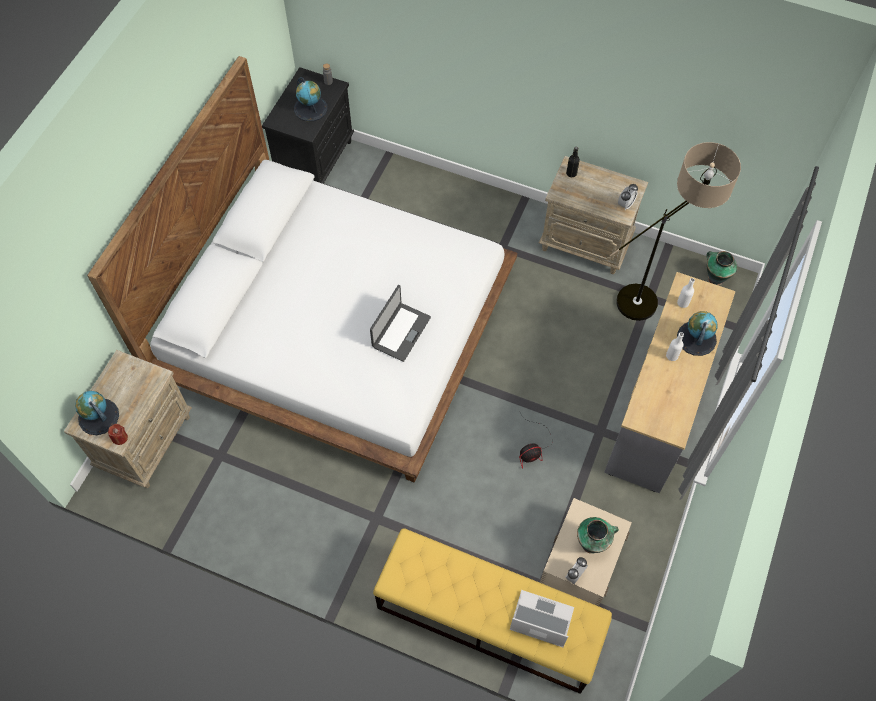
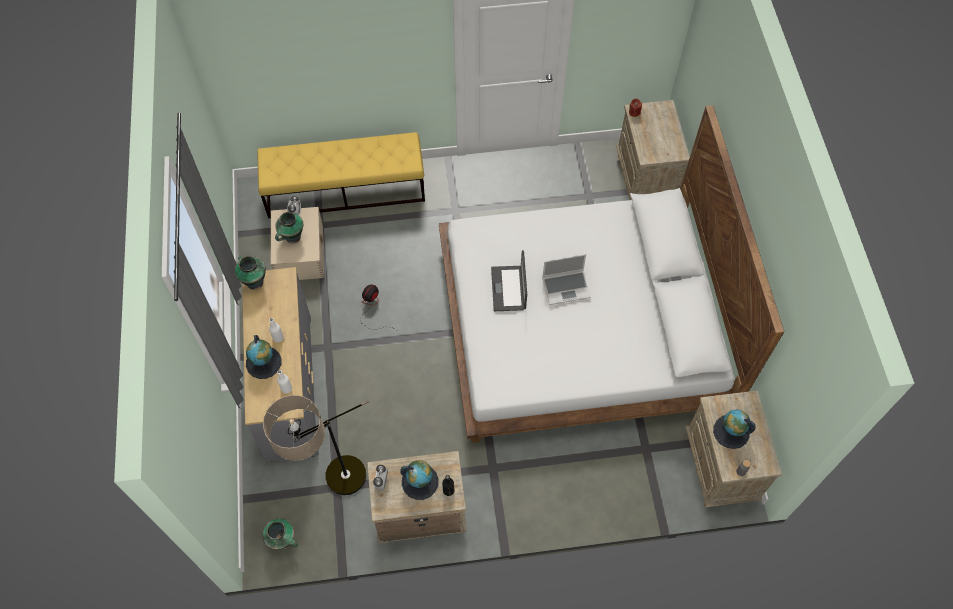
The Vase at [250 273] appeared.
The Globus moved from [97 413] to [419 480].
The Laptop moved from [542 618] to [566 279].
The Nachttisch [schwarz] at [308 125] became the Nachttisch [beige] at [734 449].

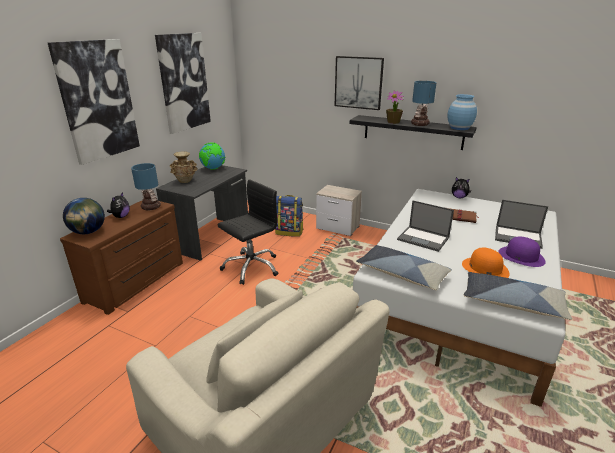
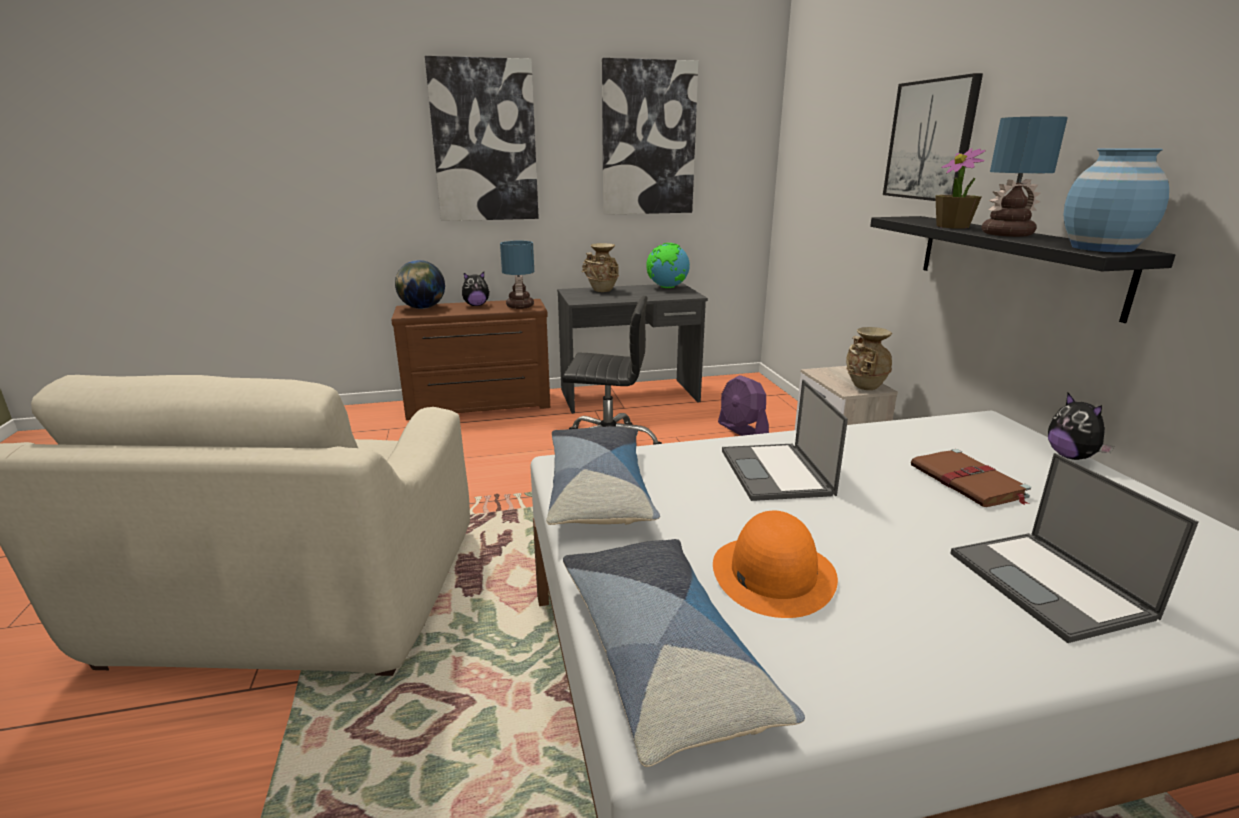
The Rucksack at [289 216] was replaced by the Ventilator [lila] at [743 405].
The Vase [beige] at [869 358] appeared.
The Hut [lila] at [522 252] disappeared.

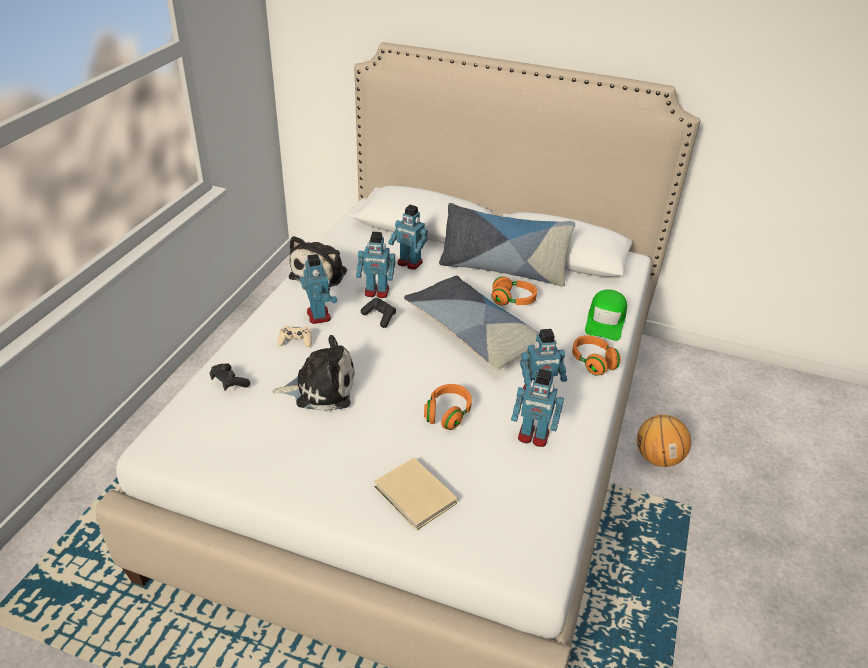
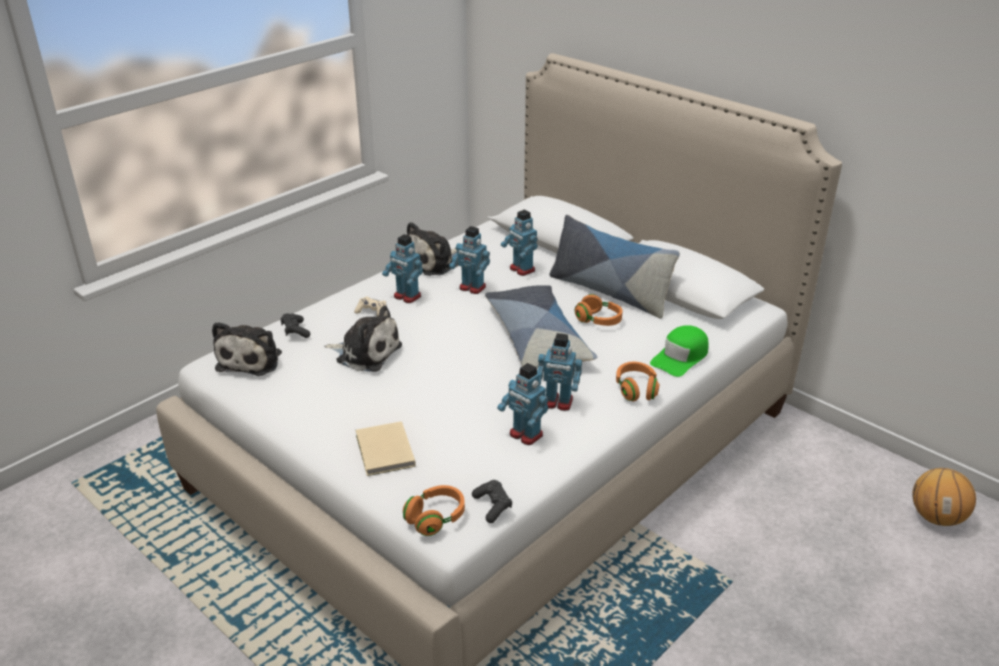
The Plüschtier at [247 349] appeared.
The Spielzeugroboter at [318 289] turned 120 degrees clockwise.
The Kopfhörer [orange] moved from [448 407] to [434 510].
The Gamepad [schwarz] moved from [378 313] to [492 501].
The Basketball moved from [664 441] to [944 497].

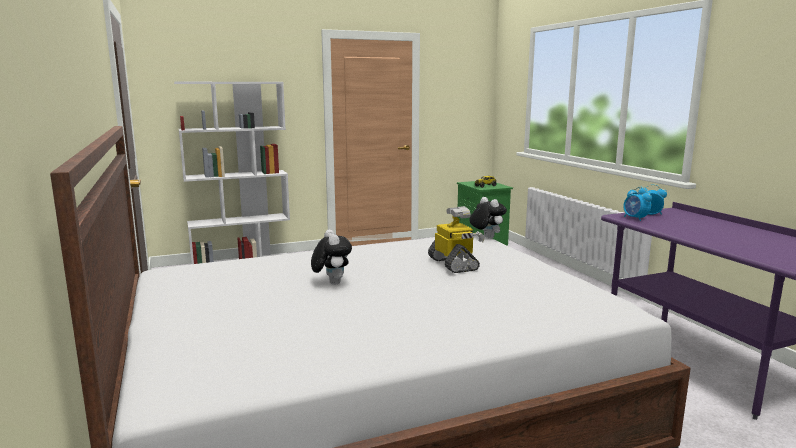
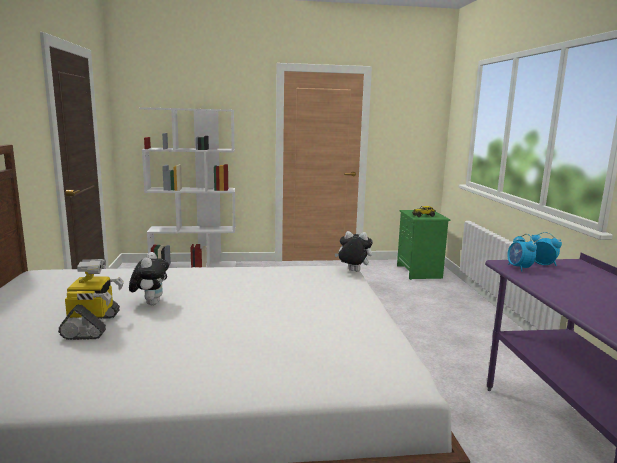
The Spielzeugroboter moved from [456 239] to [91 299].
The Plüschtier at [488 218] turned 60 degrees counterclockwise.

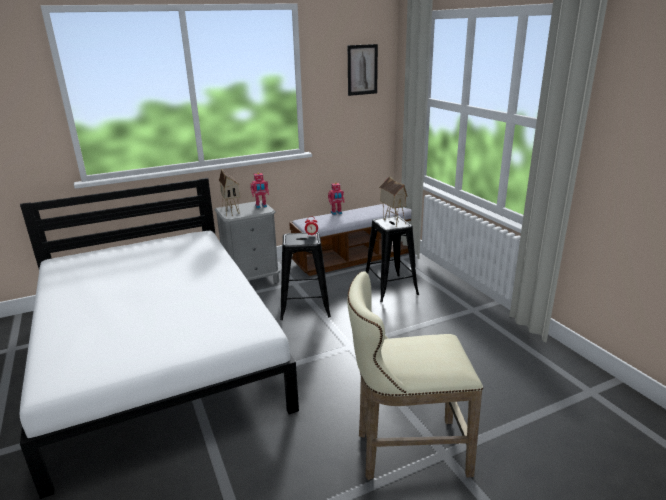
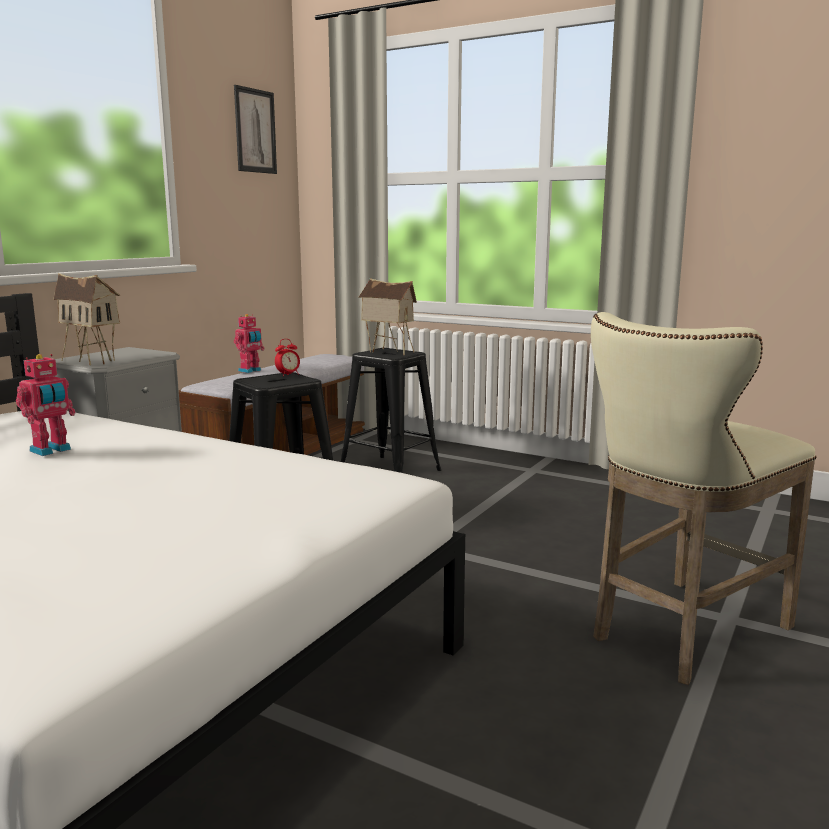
The Spielzeugroboter moved from [260 190] to [45 405].

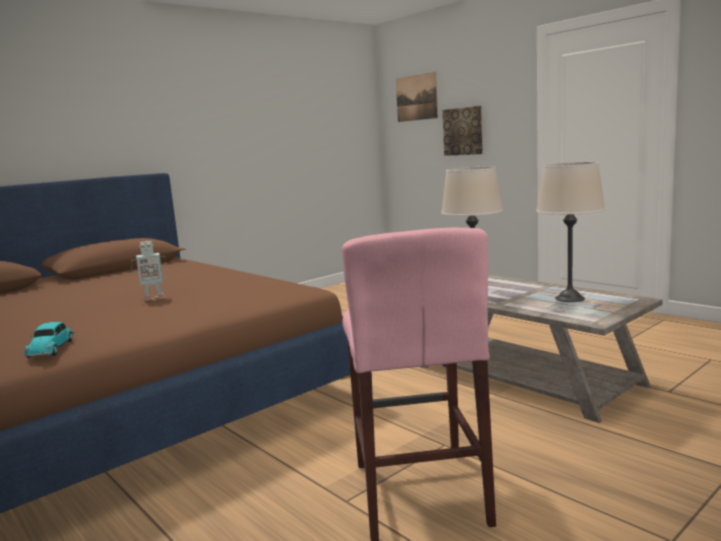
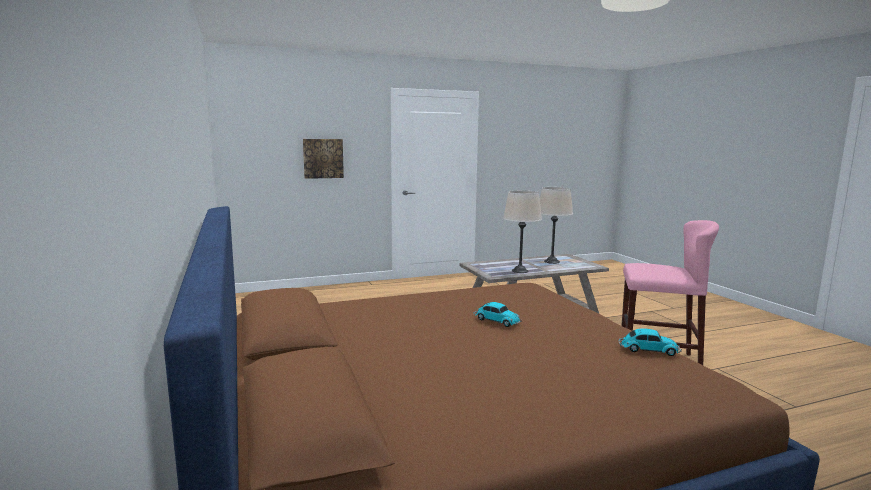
The Spielzeugroboter at [149 271] was replaced by the Spielzeugauto at [497 314].
The Bild at [417 97] disappeared.

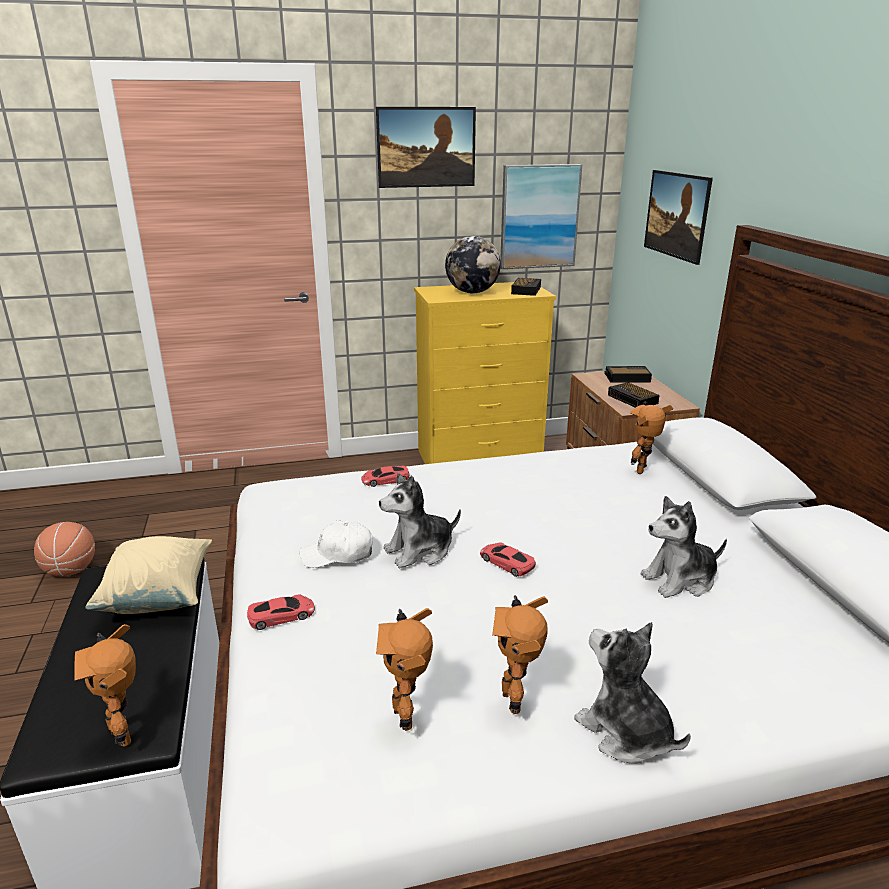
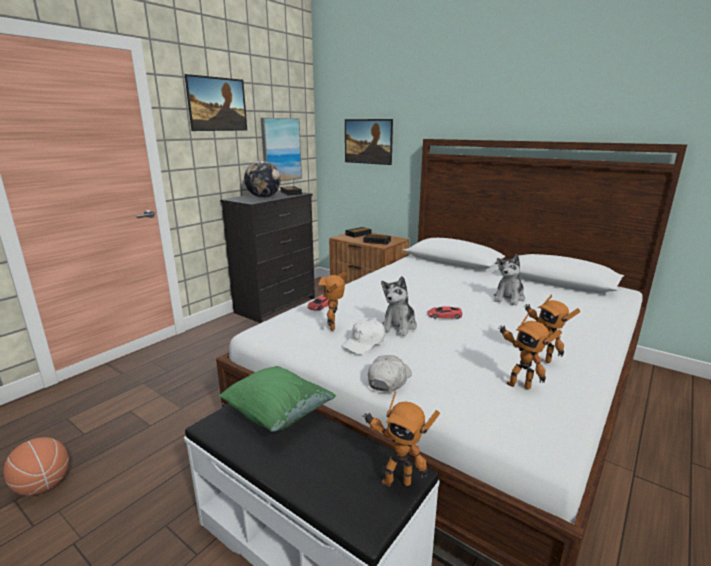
The Kissen [beige] at [148 575] became the Kissen [grün] at [277 399].
The Kommode [gelb] at [485 373] became the Kommode [schwarz] at [267 256].
The Spielzeugroboter moved from [651 439] to [332 301].
The Spielzeugauto [rot] at [281 612] was replaced by the Kappe [weiß] at [390 373].
The Plüschtier at [632 693] disappeared.

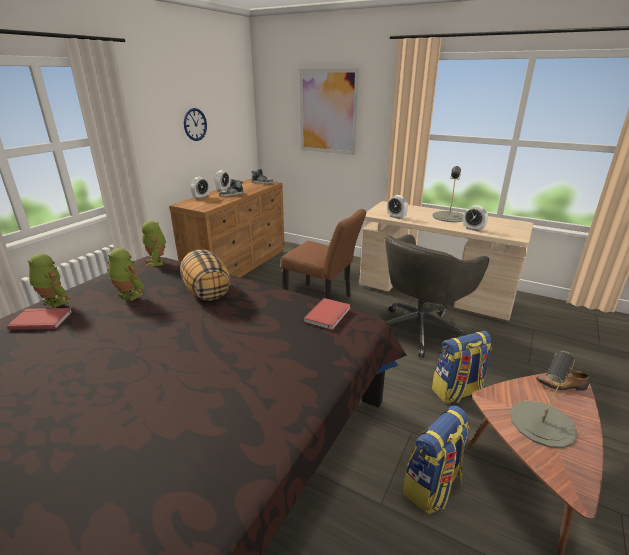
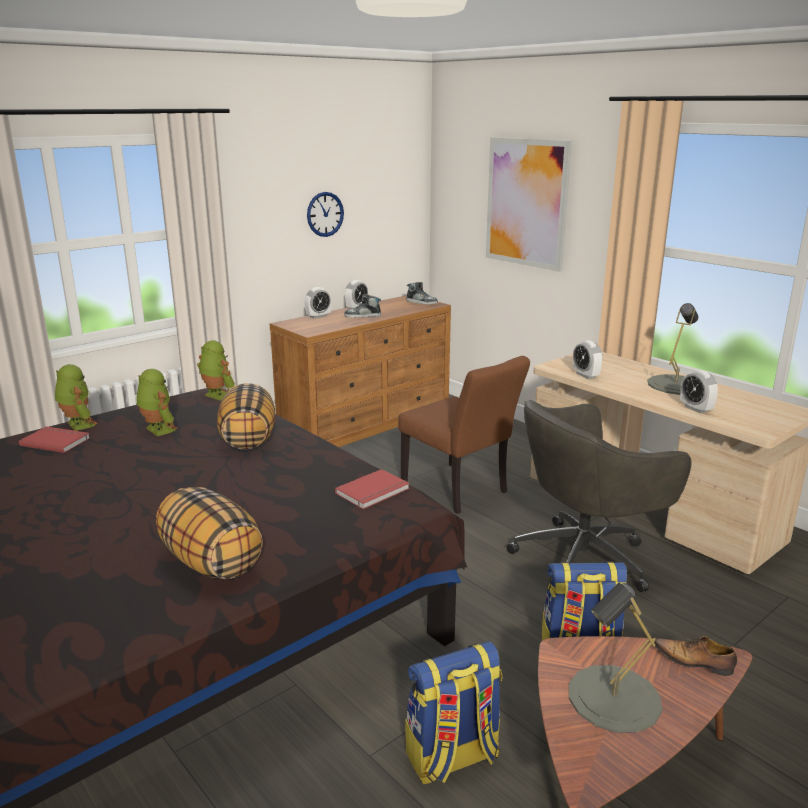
The Kissen at [209 533] appeared.
The Spielzeugroboter at [153 244] turned 135 degrees clockwise.

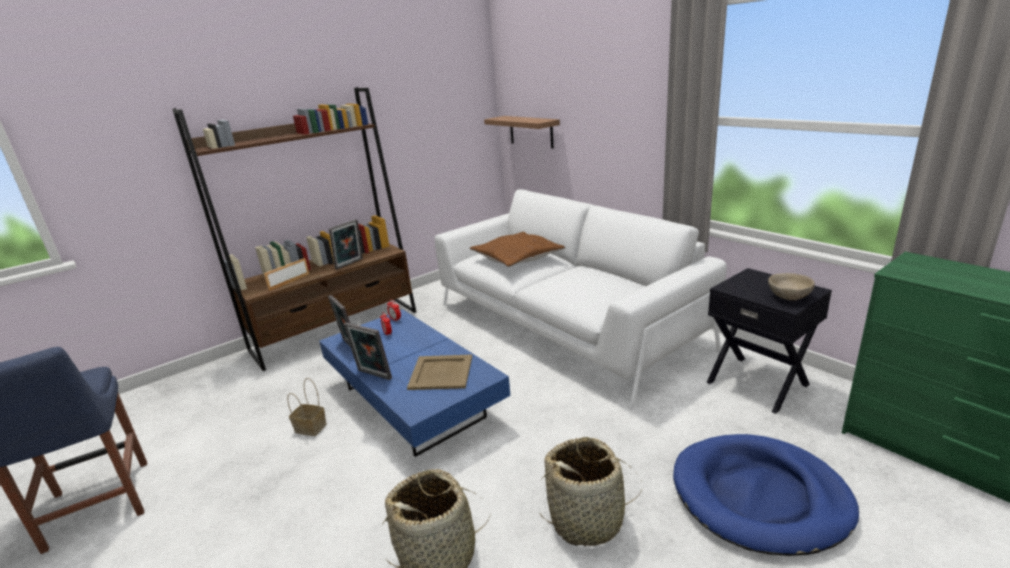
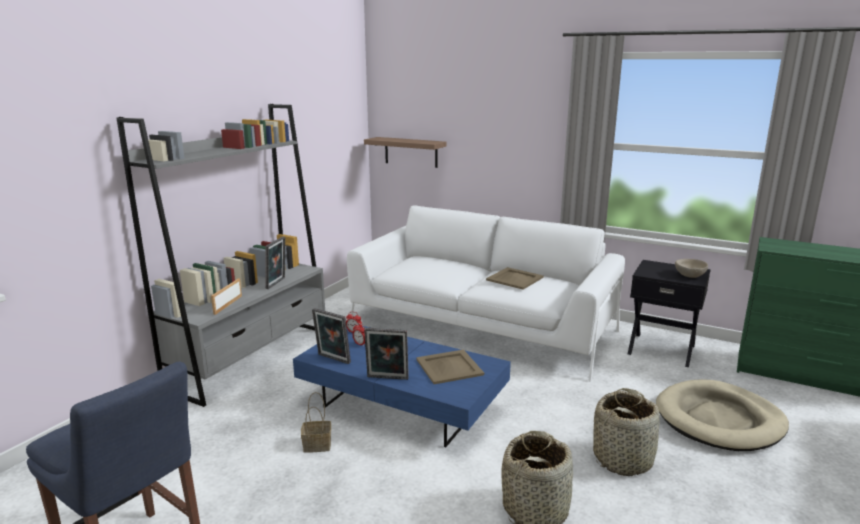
The Bücherregal [braun] at [294 229] became the Bücherregal [grau] at [220 255].
The Tablett [beige] at [515 278] appeared.
The Hundebett [blau] at [766 495] became the Hundebett [beige] at [722 415].
The Kissen [braun] at [517 249] disappeared.

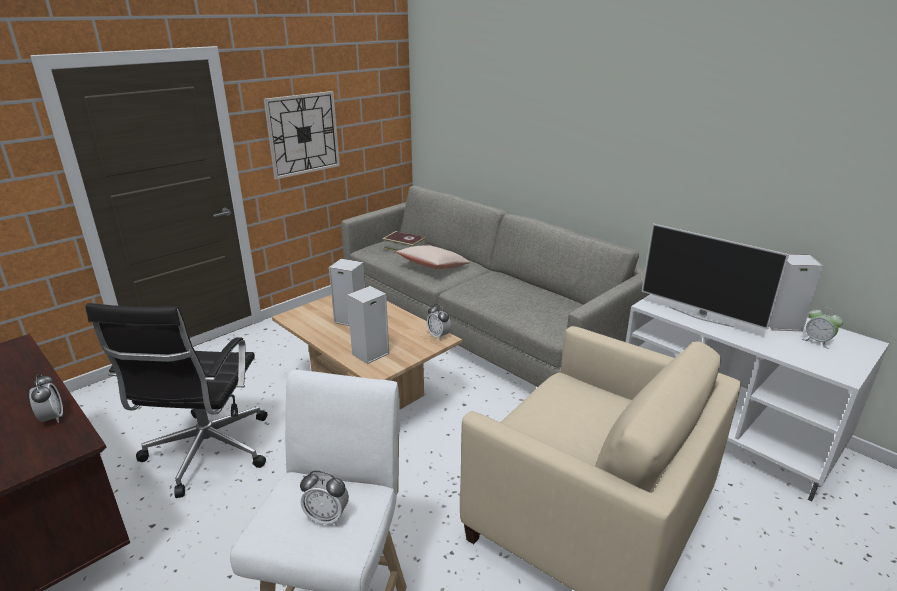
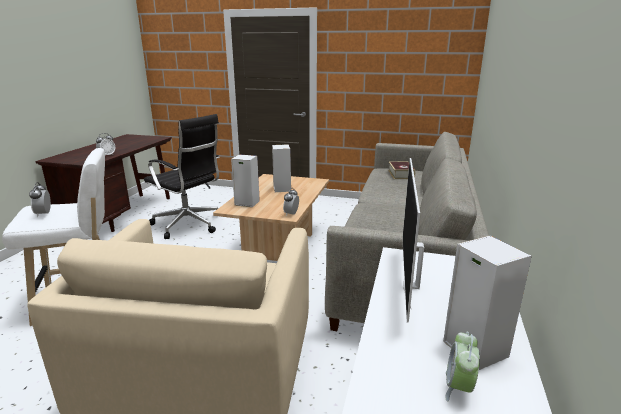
The Bürostuhl [schwarz] at [176 400] turned 120 degrees counterclockwise.
The Wanduhr at [302 135] disappeared.
The Kissen [beige] at [433 257] disappeared.

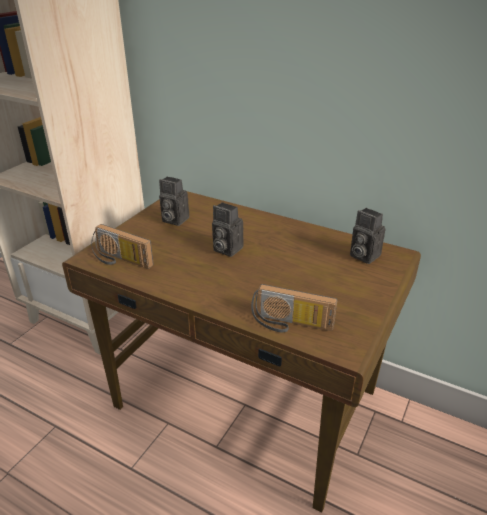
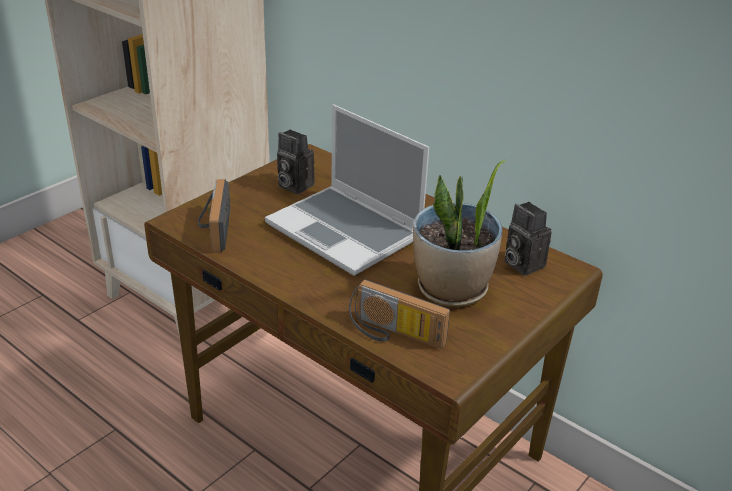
The Radio at [122 246] turned 45 degrees clockwise.
The Kamera at [228 229] was replaced by the Laptop at [347 190].
The Topfpflanze at [459 233] appeared.

